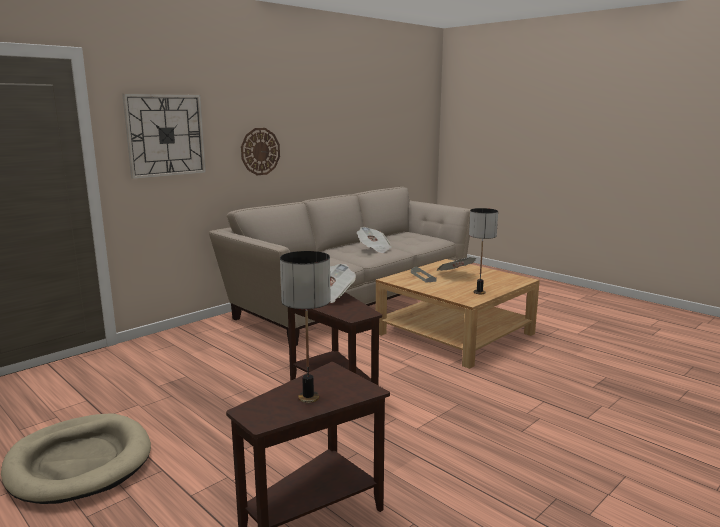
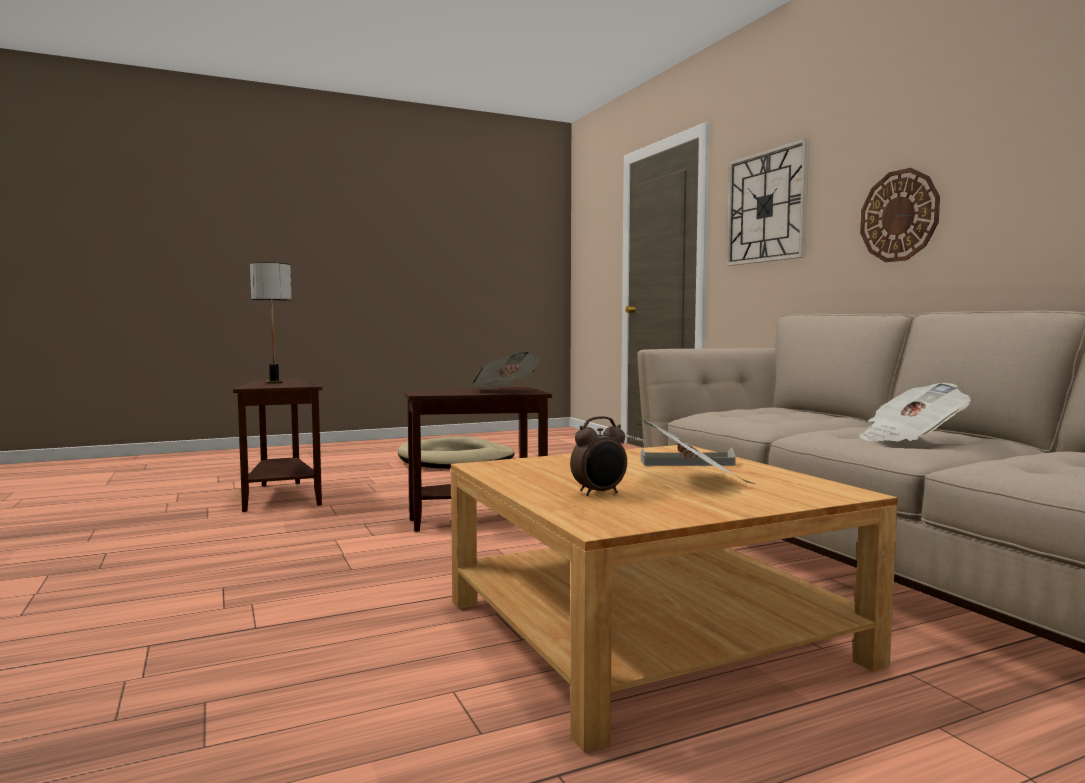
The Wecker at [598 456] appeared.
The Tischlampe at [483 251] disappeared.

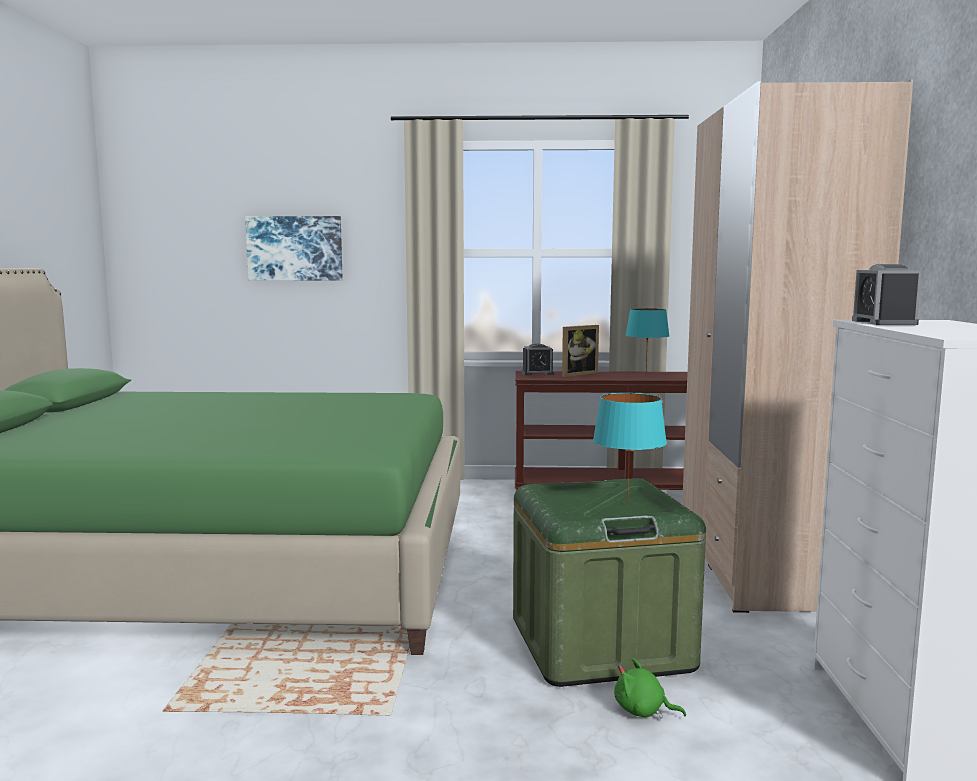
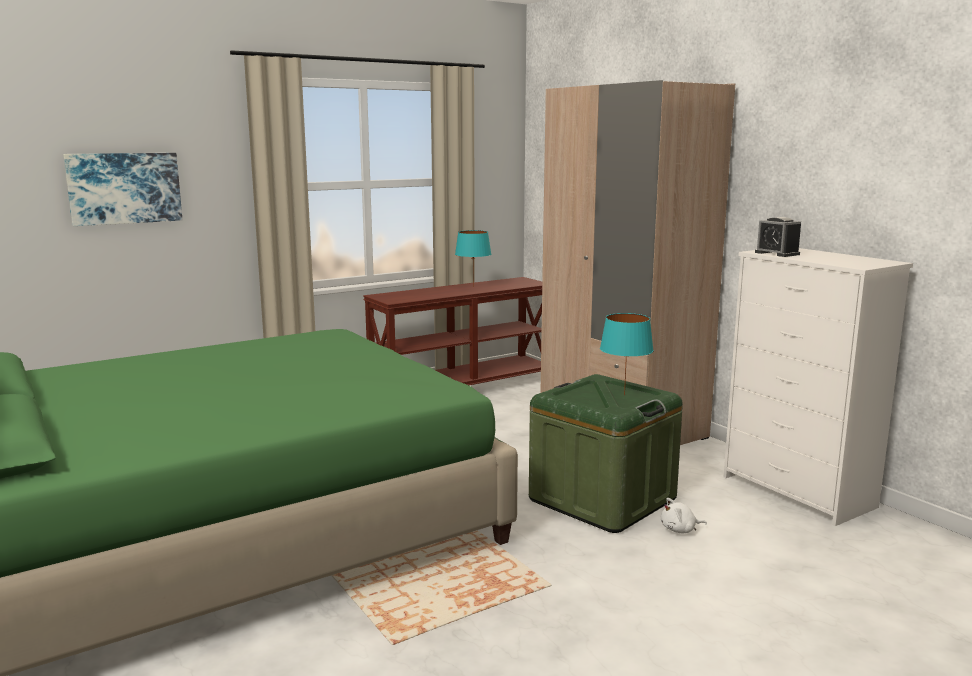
The Plüschtier [grün] at [650 688] became the Plüschtier [weiß] at [684 516].
The Wecker at [538 359] disappeared.
The Bilderrahmen at [580 351] disappeared.

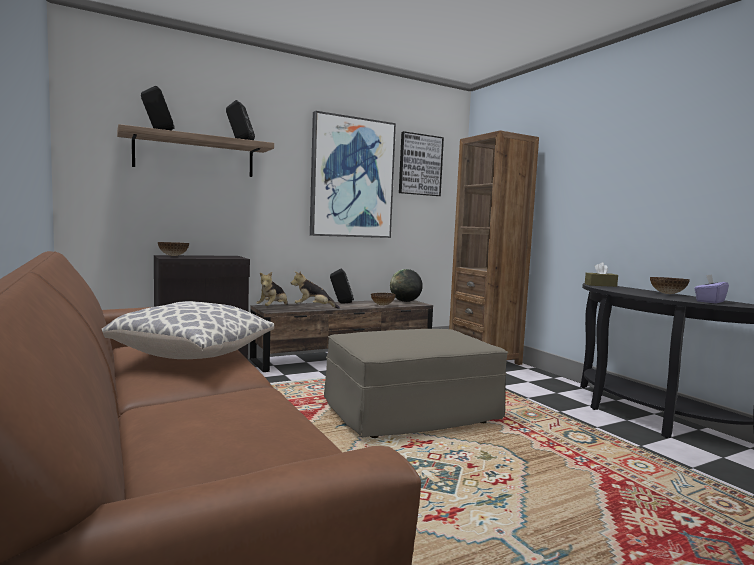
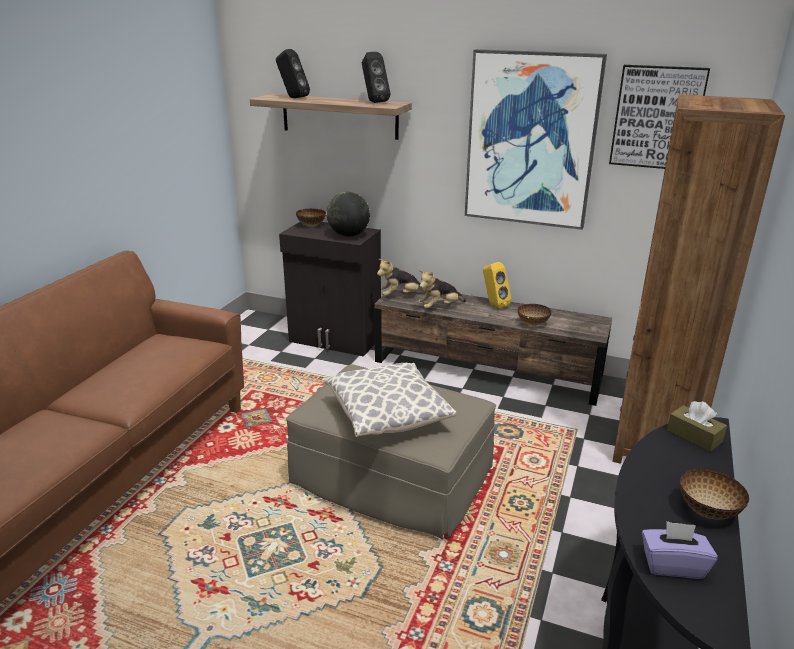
The Kissen moved from [188 330] to [390 400].
The Globus moved from [406 285] to [348 214].
The Plüschtier at [315 290] turned 75 degrees counterclockwise.
The Lautsprecher [schwarz] at [342 286] became the Lautsprecher [gelb] at [497 285].

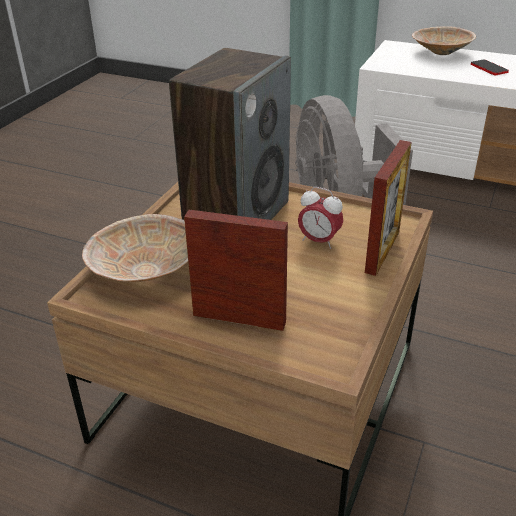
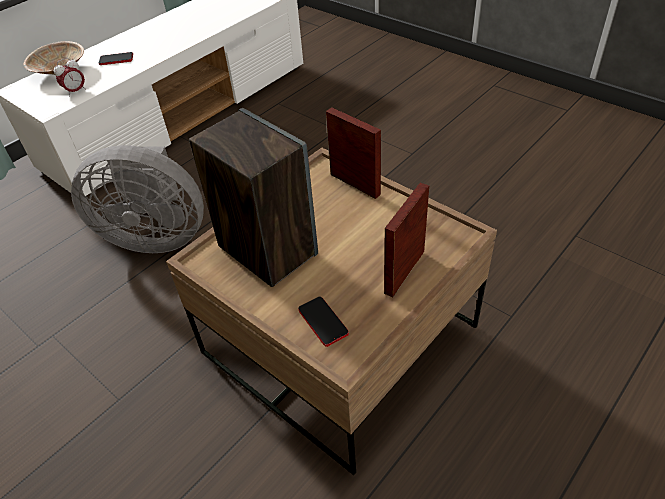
The Wecker moved from [320 218] to [70 77].
The Schüssel [beige] at [135 248] was replaced by the Handy at [323 321].

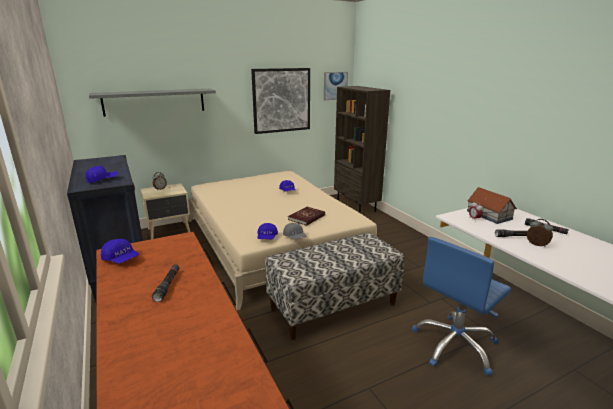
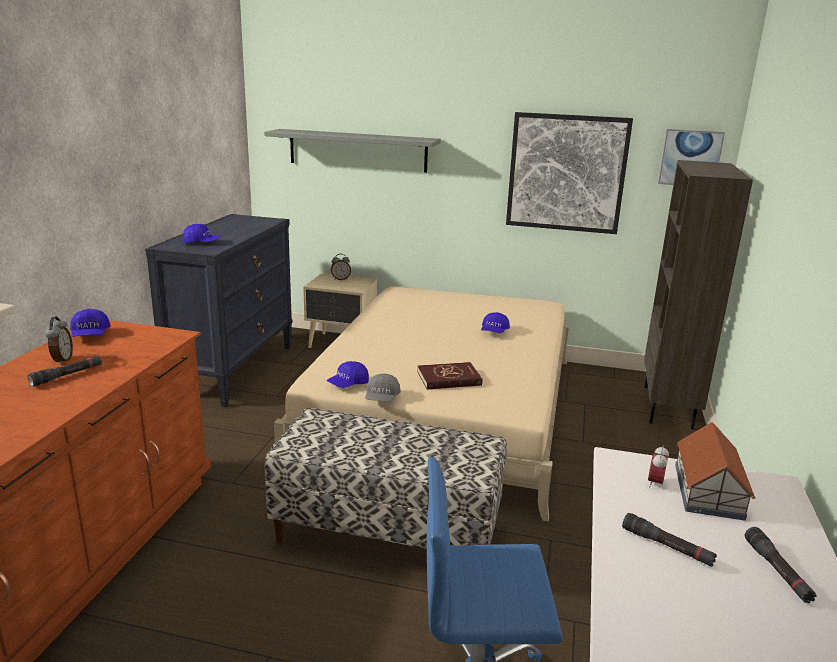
The Wecker moved from [540 233] to [59 341].

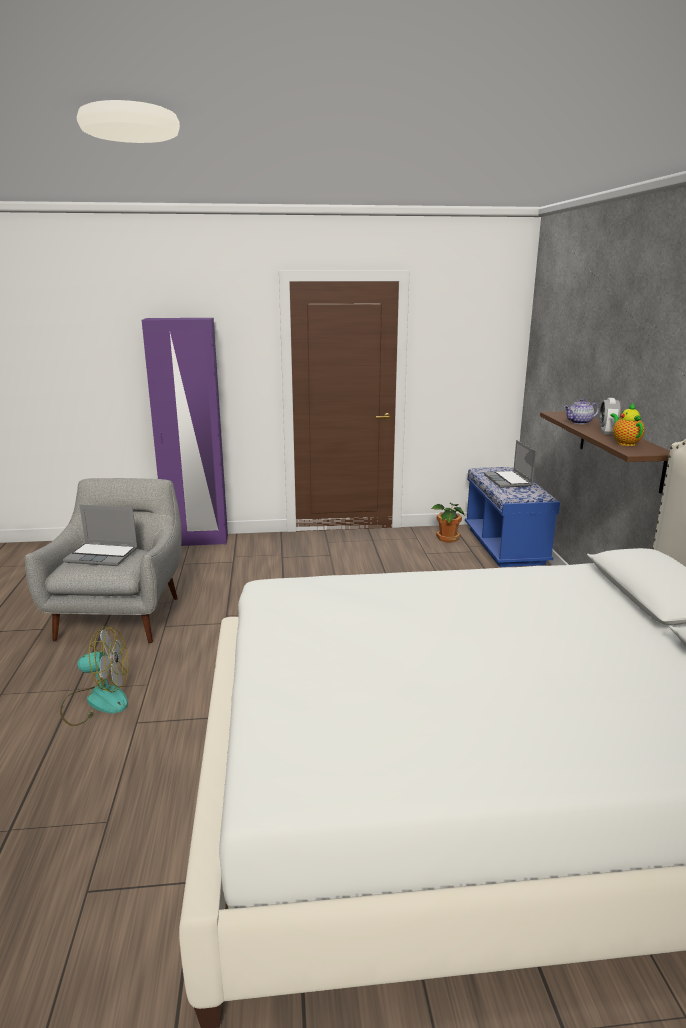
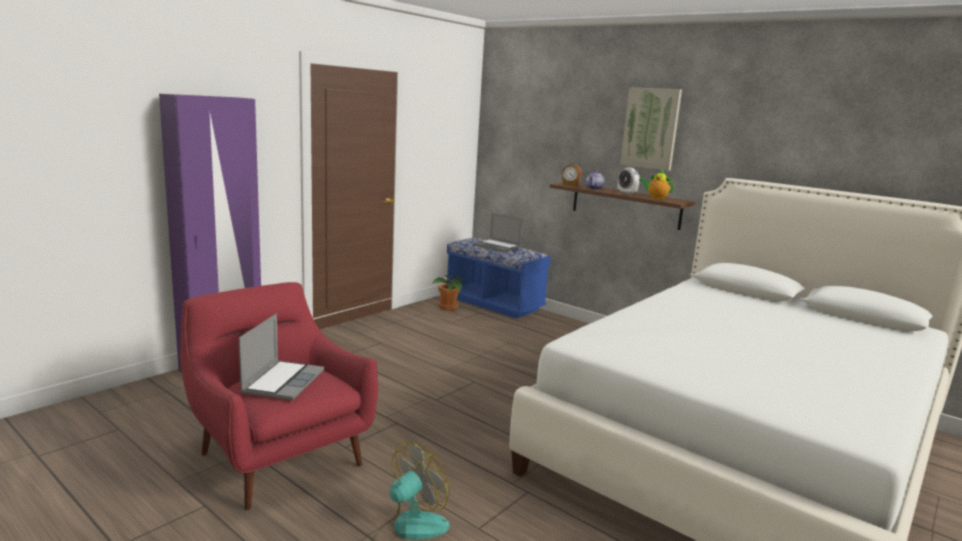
The Sessel [grau] at [103 560] became the Sessel [rot] at [279 396].
The Laptop at [100 535] turned 45 degrees counterclockwise.
The Wecker at [572 174] appeared.
The Bild at [651 129] appeared.

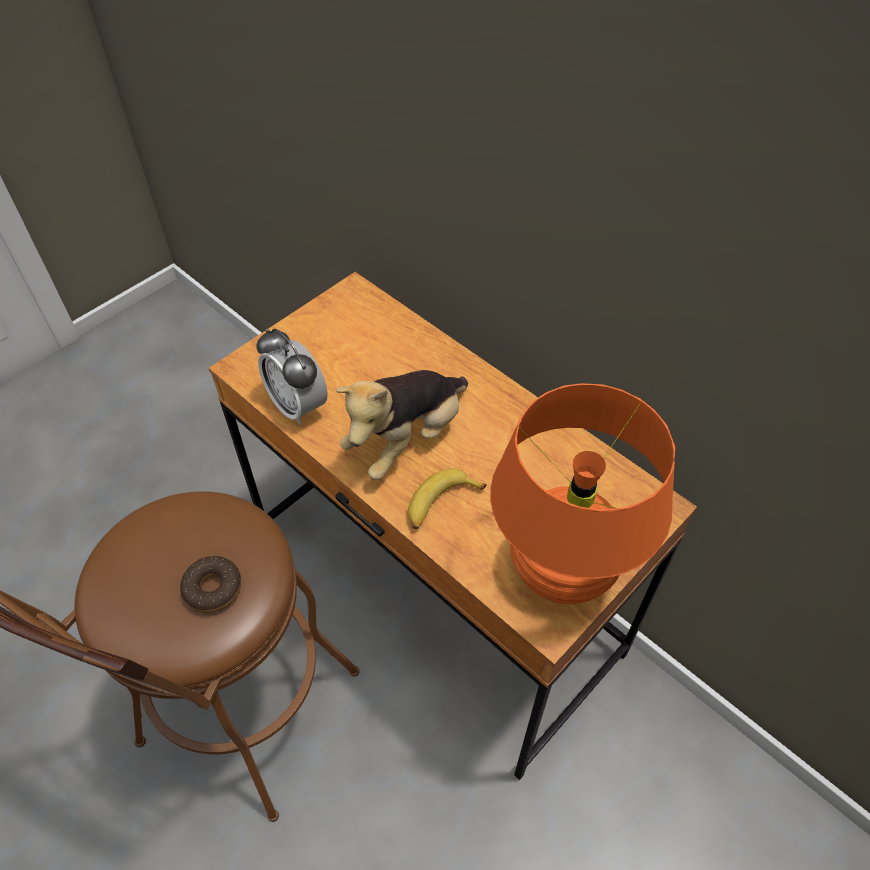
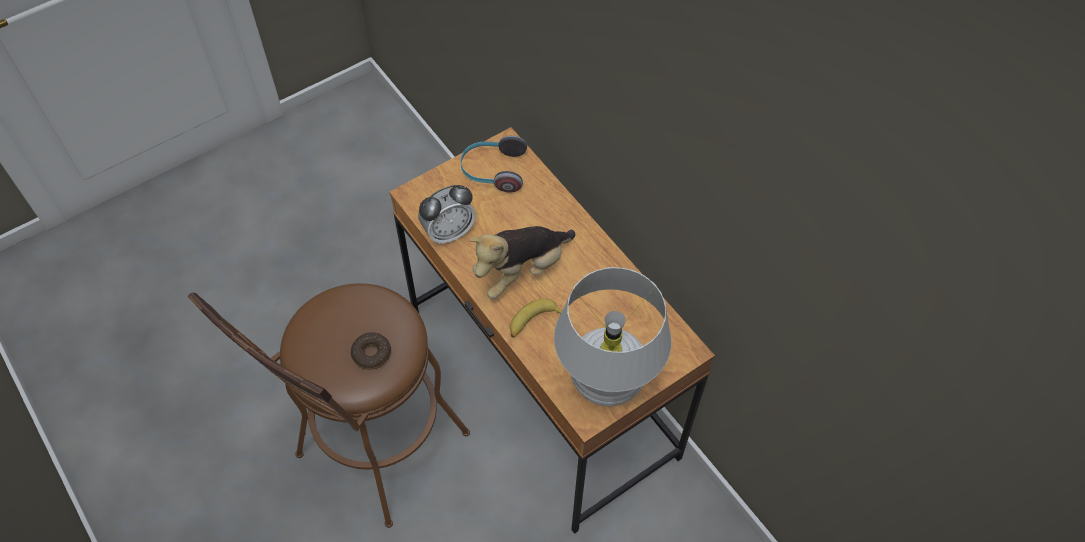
The Wecker at [292 376] turned 90 degrees counterclockwise.
The Kopfhörer at [494 164] appeared.
The Tischlampe [orange] at [582 493] became the Tischlampe [weiß] at [612 336].

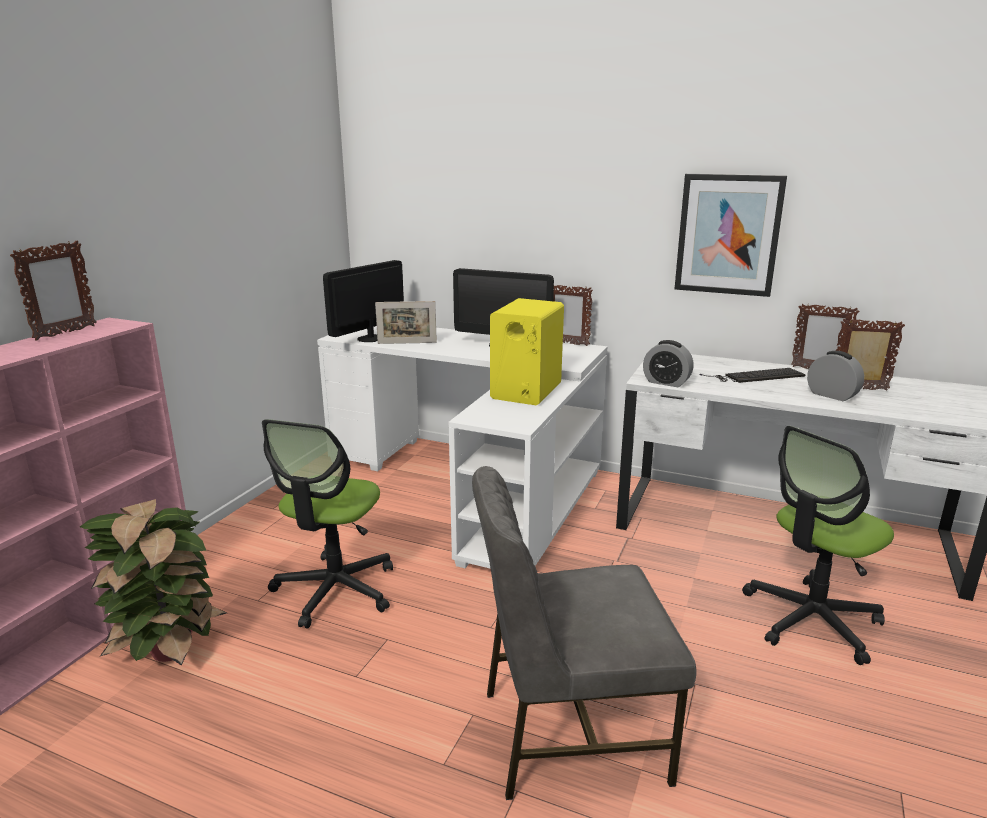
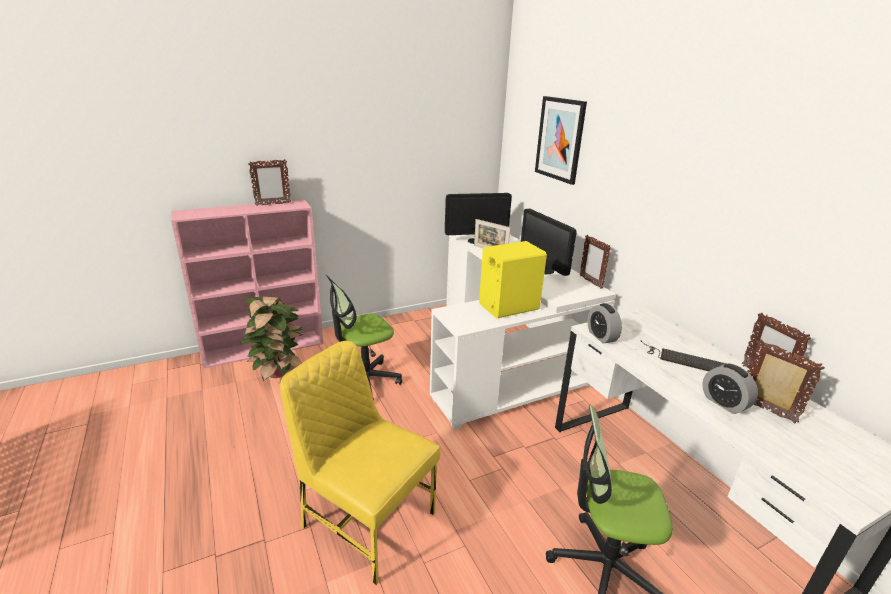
The Stuhl [grau] at [584 633] became the Stuhl [gelb] at [360 463].
The Bild moved from [731 235] to [561 140].
The Wecker at [835 376] turned 150 degrees clockwise.

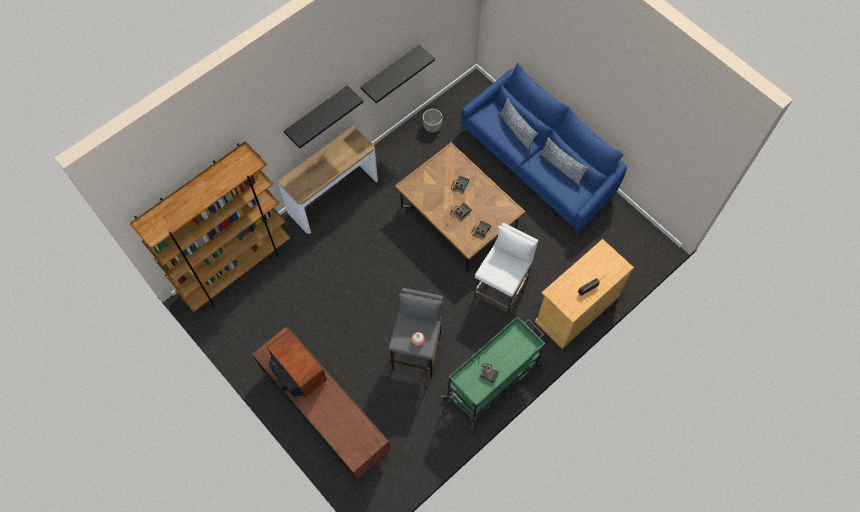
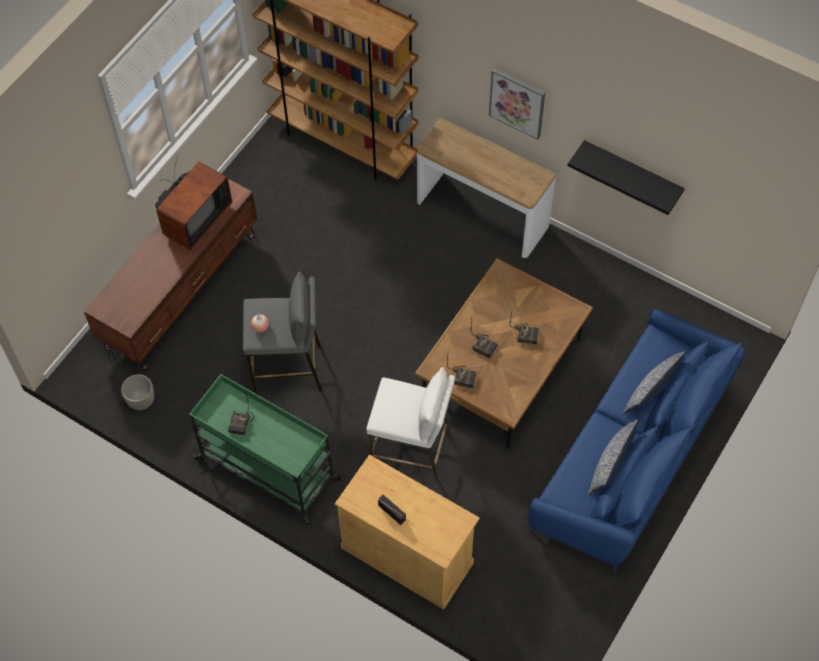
The Pflanzkübel [grau] moved from [432 120] to [137 392].
The Wandregal [schwarz] at [323 116] was replaced by the Bild at [517 103].

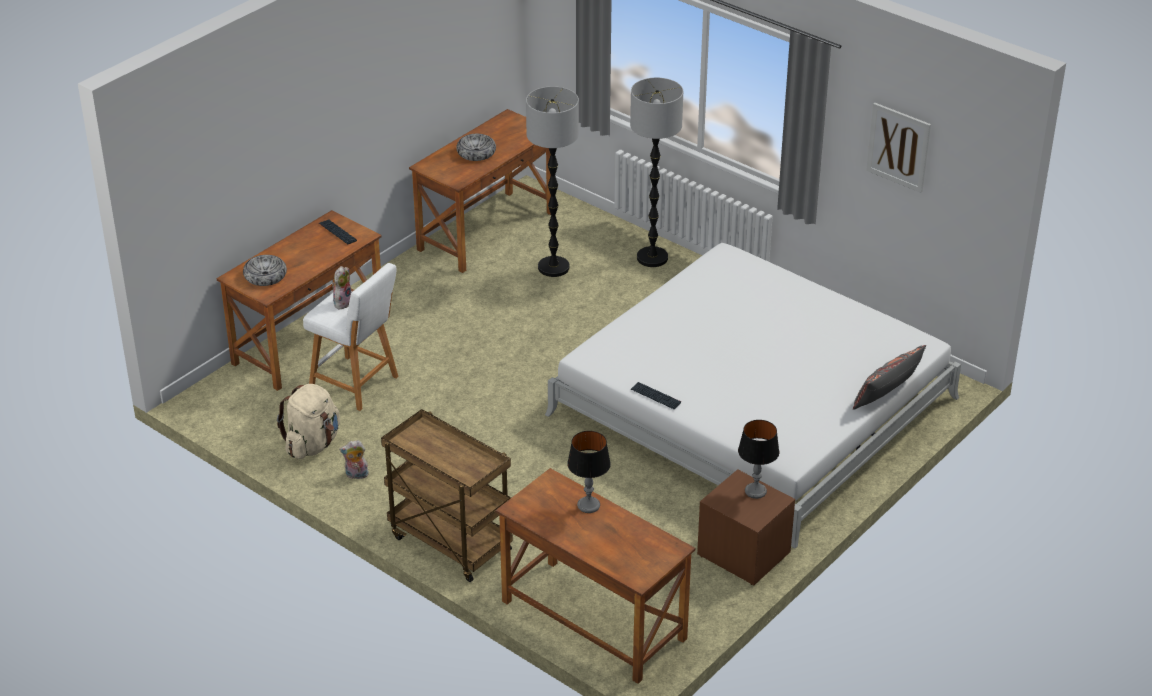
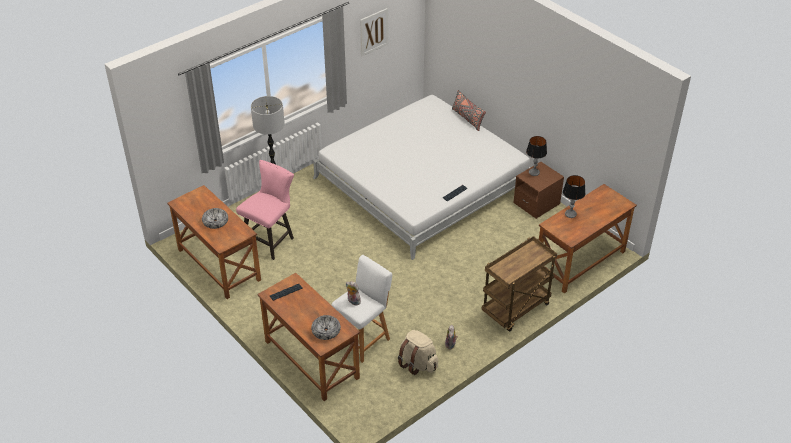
The Stehlampe at [552 181] was replaced by the Hocker [rosa] at [265 210].

